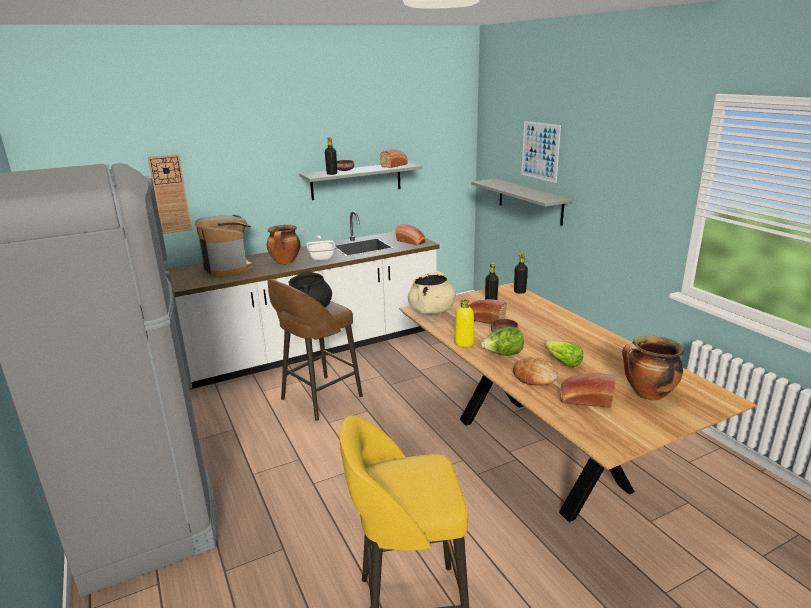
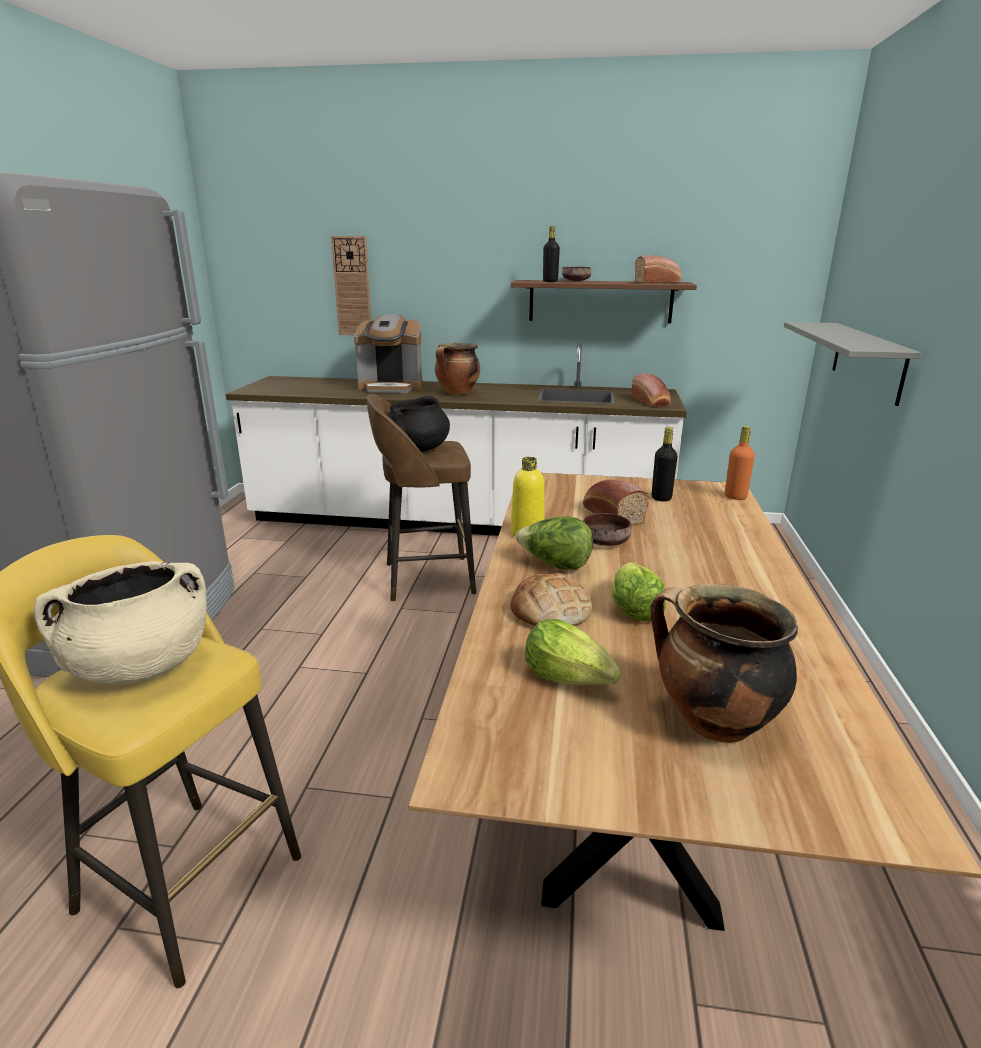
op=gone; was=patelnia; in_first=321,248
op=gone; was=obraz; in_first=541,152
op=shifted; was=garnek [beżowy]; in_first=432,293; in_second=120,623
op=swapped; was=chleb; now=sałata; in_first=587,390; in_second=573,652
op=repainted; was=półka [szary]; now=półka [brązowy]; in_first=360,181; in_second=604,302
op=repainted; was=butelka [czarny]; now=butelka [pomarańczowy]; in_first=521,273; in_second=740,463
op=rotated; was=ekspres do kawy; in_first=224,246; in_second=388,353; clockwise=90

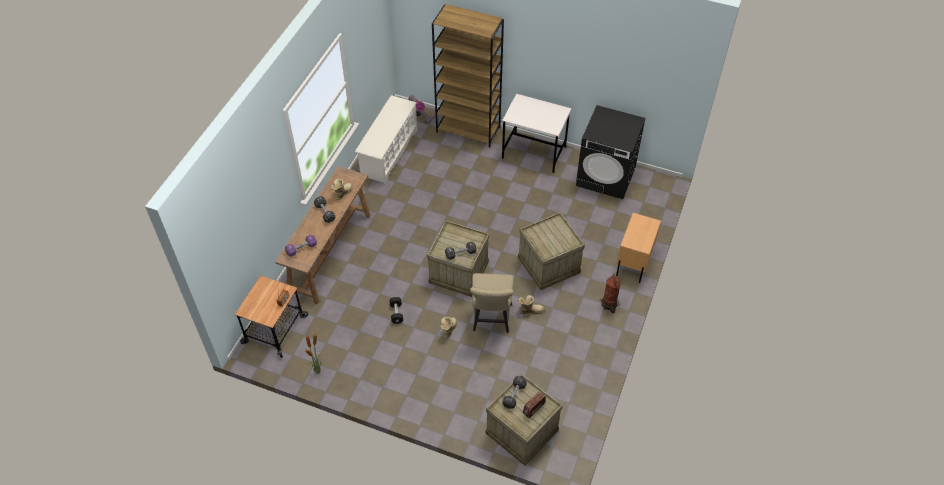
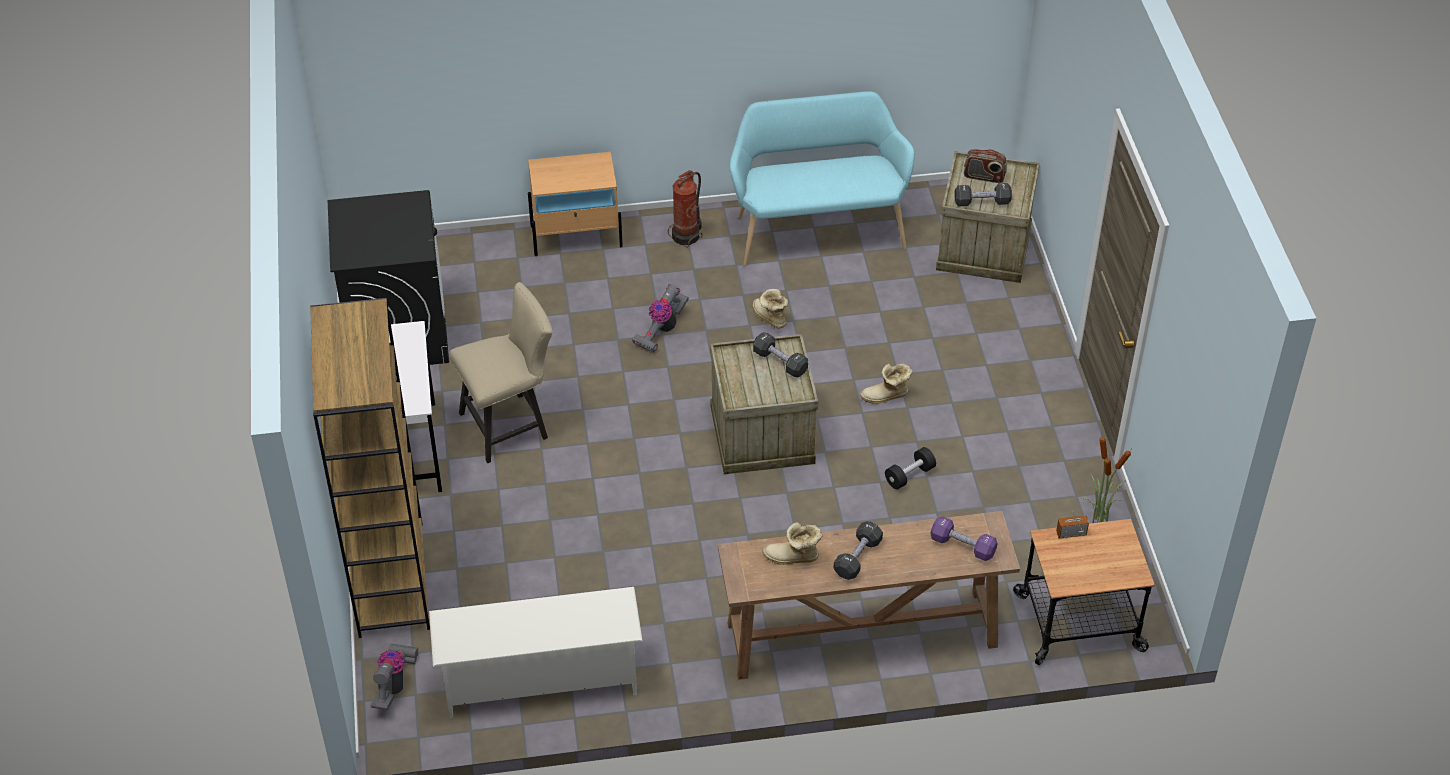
op=new; now=ławka [turkusowy]; in_second=822,178
op=shifted; was=krzesło [beżowy]; in_first=492,303; in_second=500,372
op=swapped; was=skrzynka; now=odkurzacz; in_first=551,251; in_second=660,318

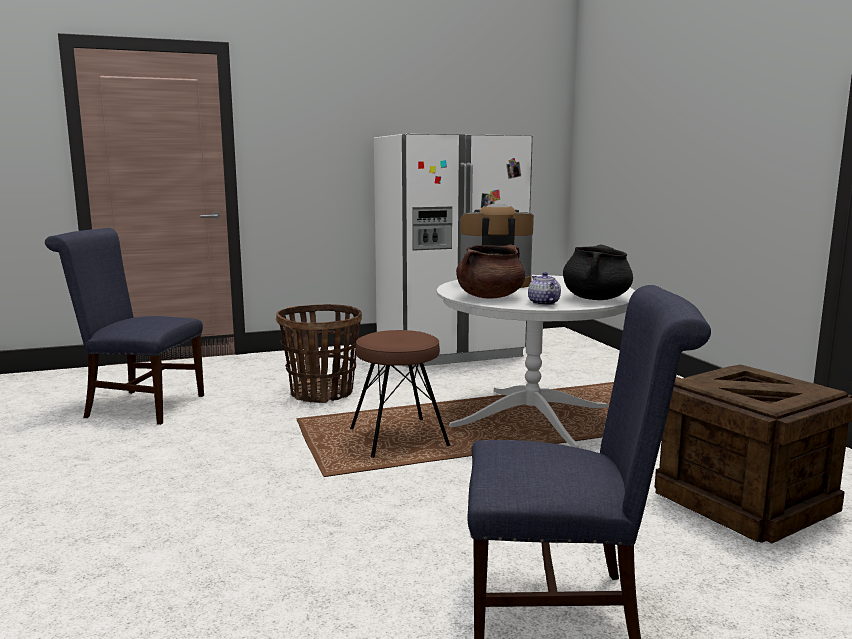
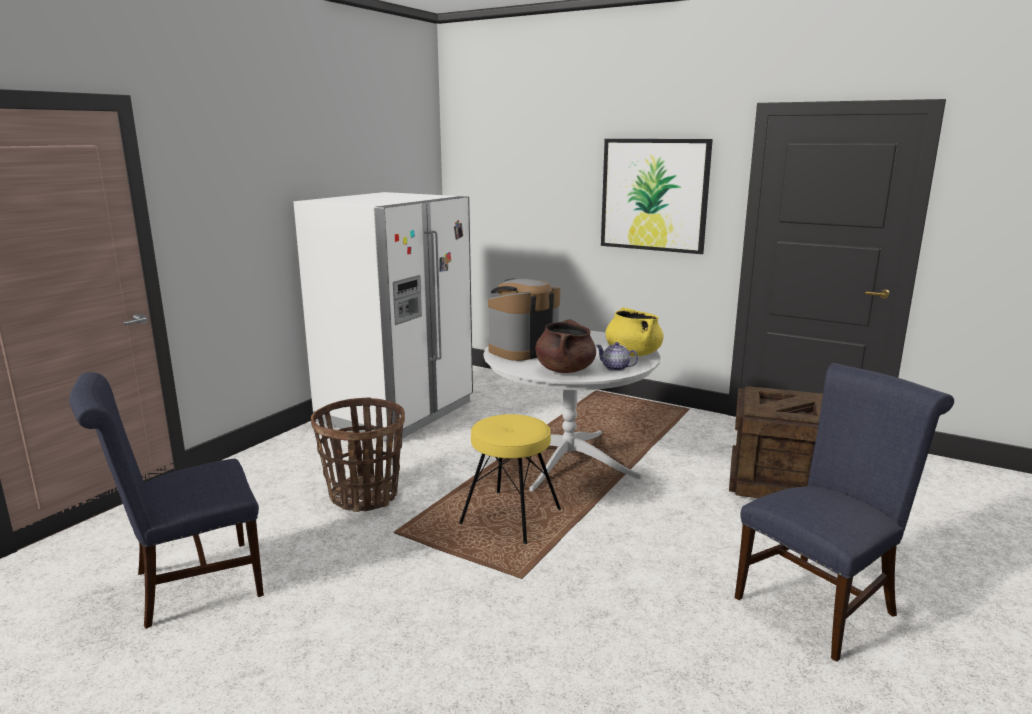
op=new; now=obraz; in_second=657,196
op=repainted; was=stołek [brązowy]; now=stołek [żółty]; in_first=400,394; in_second=510,479
op=repainted; was=garnek [czarny]; now=garnek [żółty]; in_first=598,272; in_second=634,331

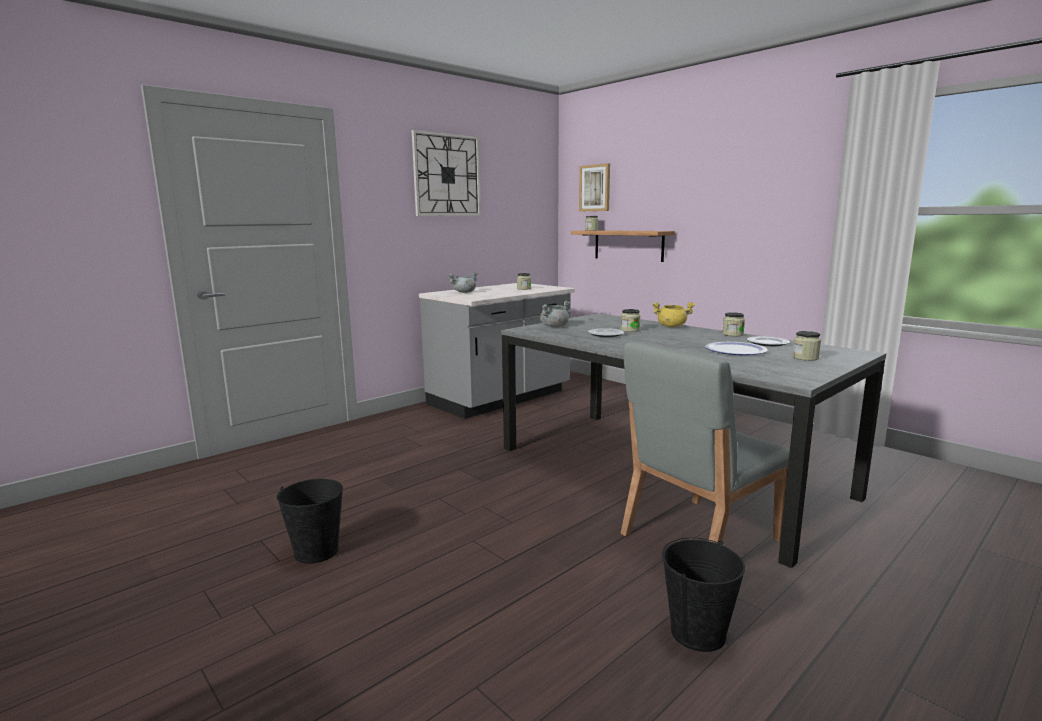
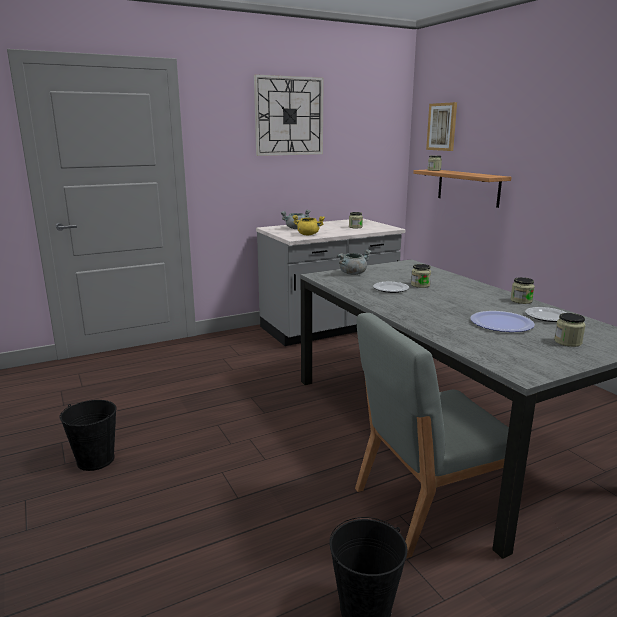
op=shifted; was=garnek [żółty]; in_first=673,314; in_second=308,225

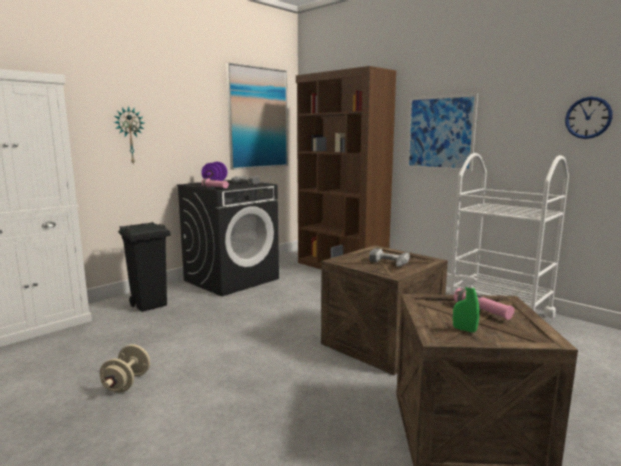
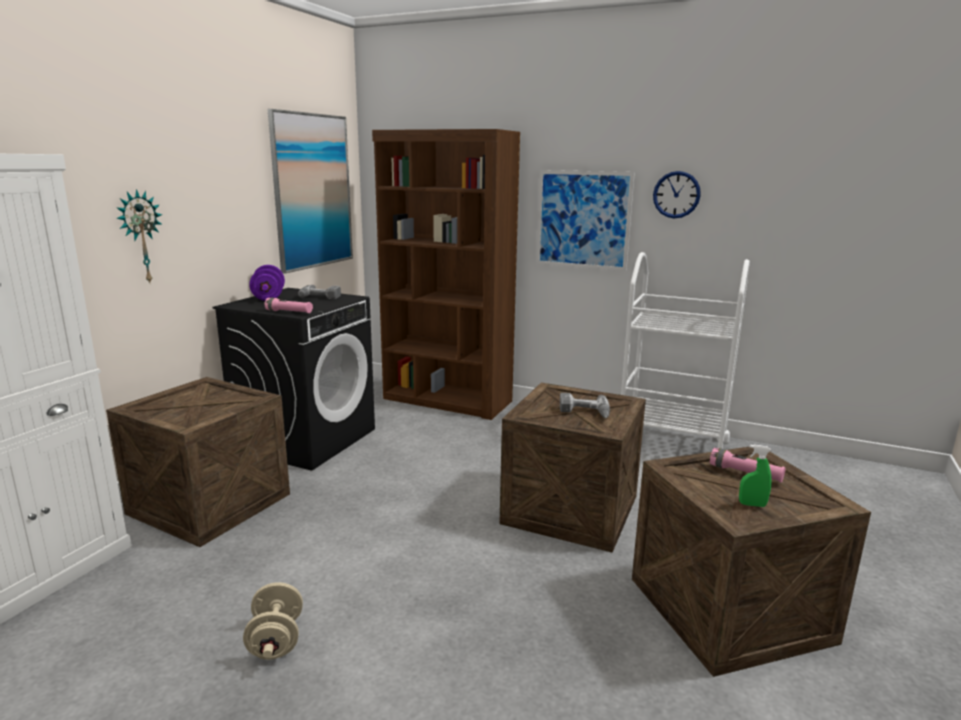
op=shifted; was=zegar ścienny; in_first=589,118; in_second=677,194
op=swapped; was=kosz na śmieci [czarny]; now=skrzynka; in_first=144,267; in_second=198,462

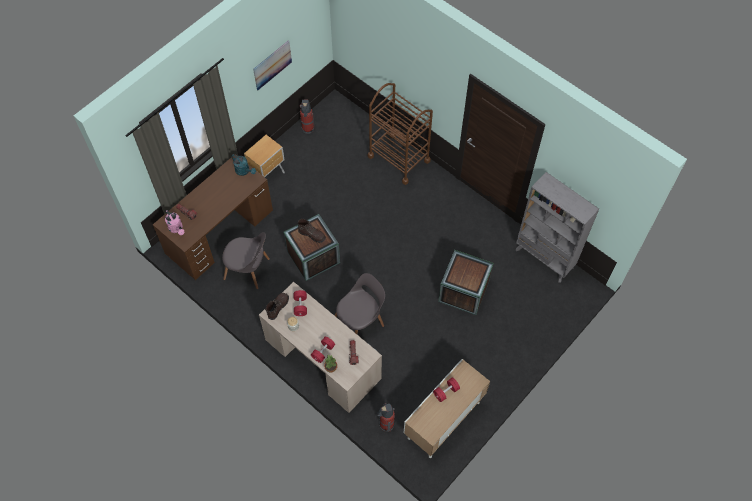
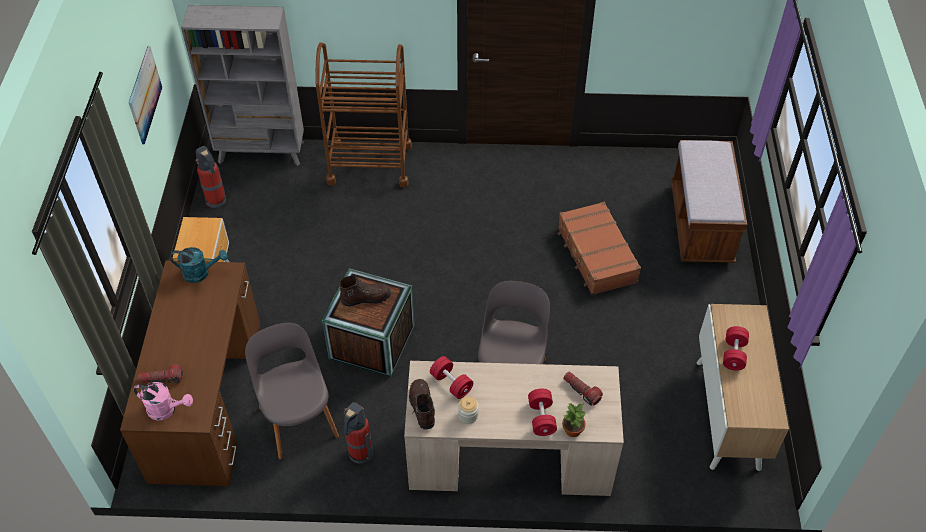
op=new; now=ławka [brązowy]; in_second=709,201
op=shifted; was=gaśnica; in_first=386,417; in_second=358,433
op=shifted; was=regał [szary]; in_first=557,227; in_second=242,85
op=swapped; was=skrzynka; now=walizka [brązowy]; in_first=466,282; in_second=599,248
op=rotated; was=krzesło [szary]; in_first=246,260; in_second=292,391; clockwise=-90

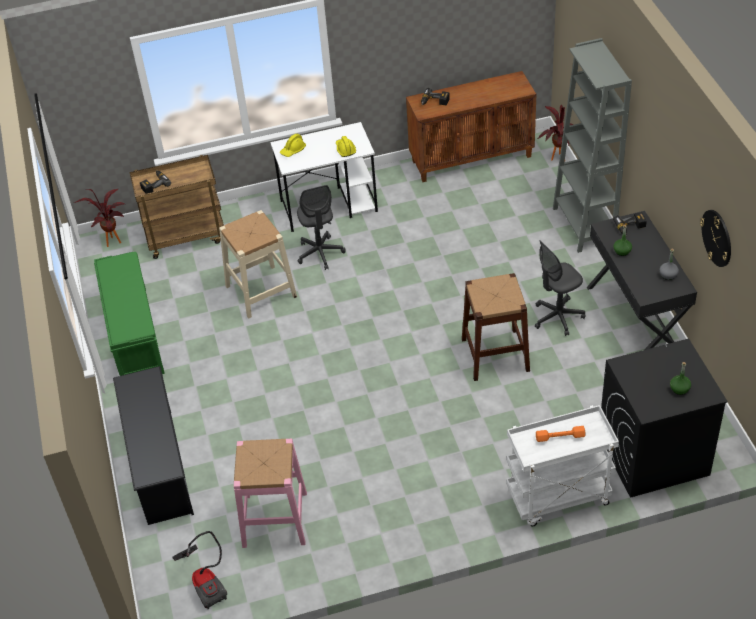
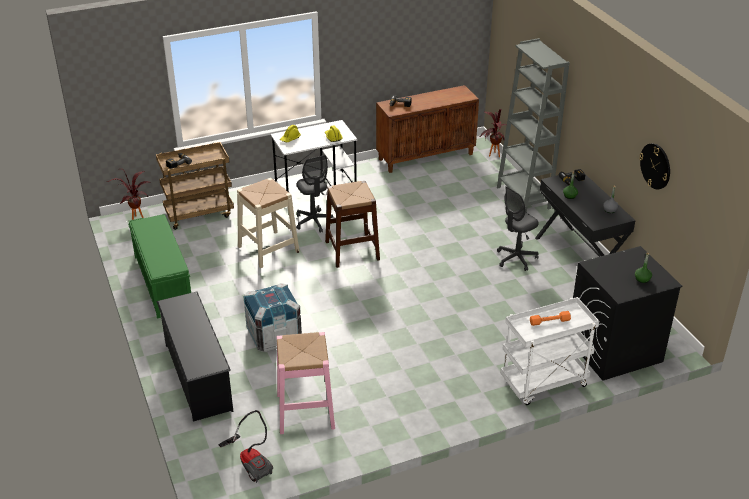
op=new; now=skrzynka; in_second=273,317
op=shifted; was=stołek [brązowy]; in_first=496,327; in_second=352,224

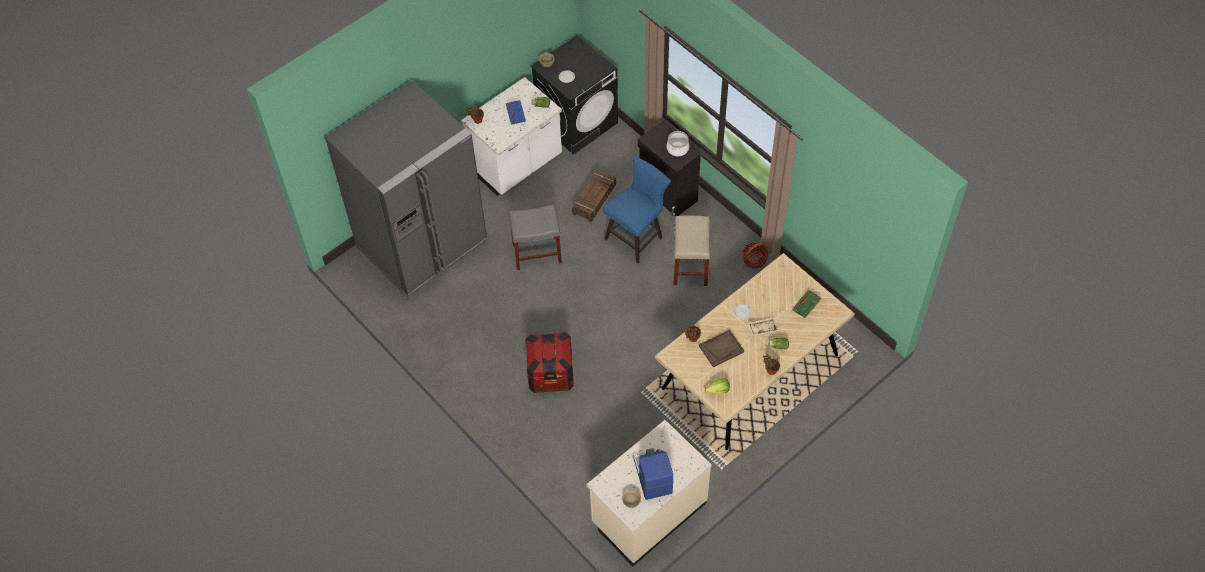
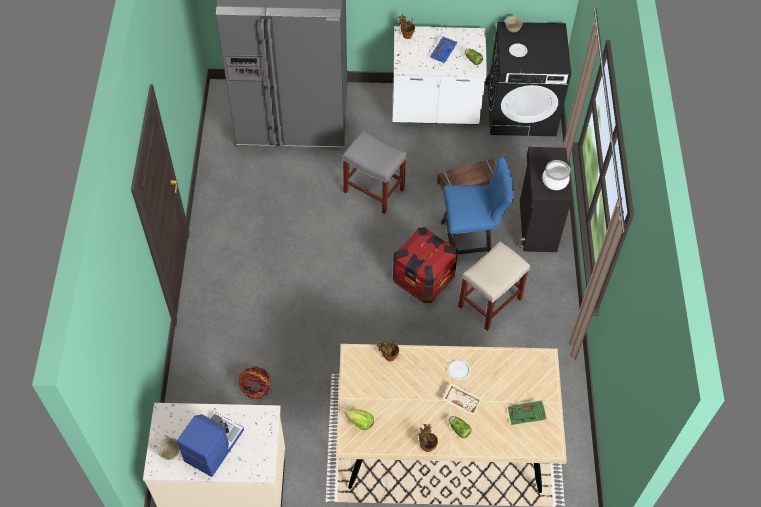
op=gone; was=taca [brązowy]; in_first=721,348
op=shifted; was=skrzynka; in_first=549,362; in_second=425,265
op=shifted; was=koszyk; in_first=755,255; in_second=254,382

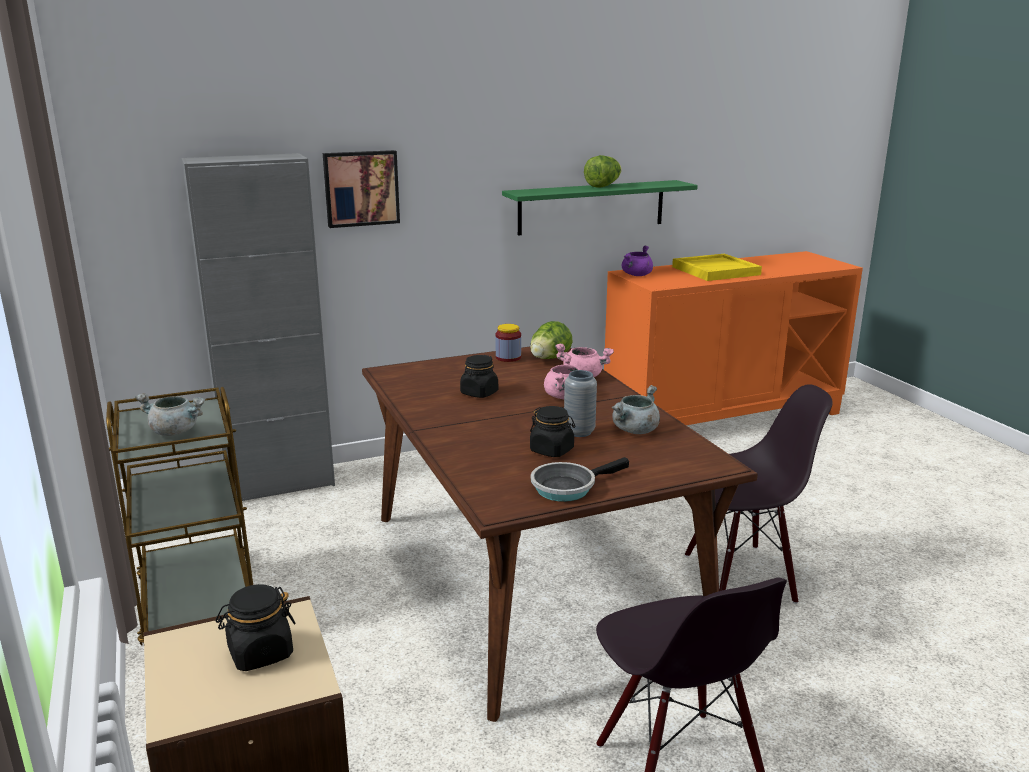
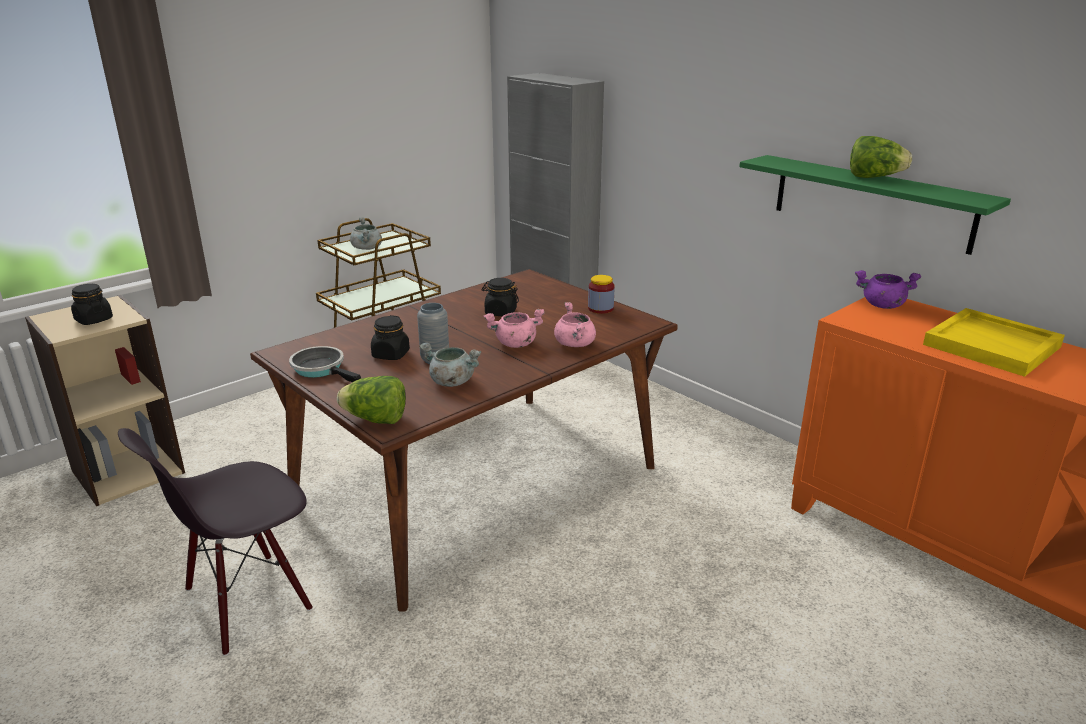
op=gone; was=obraz; in_first=361,189
op=gone; was=krzesło [czarny]; in_first=759,494
op=shifted; was=sałata; in_first=551,340; in_second=371,400

